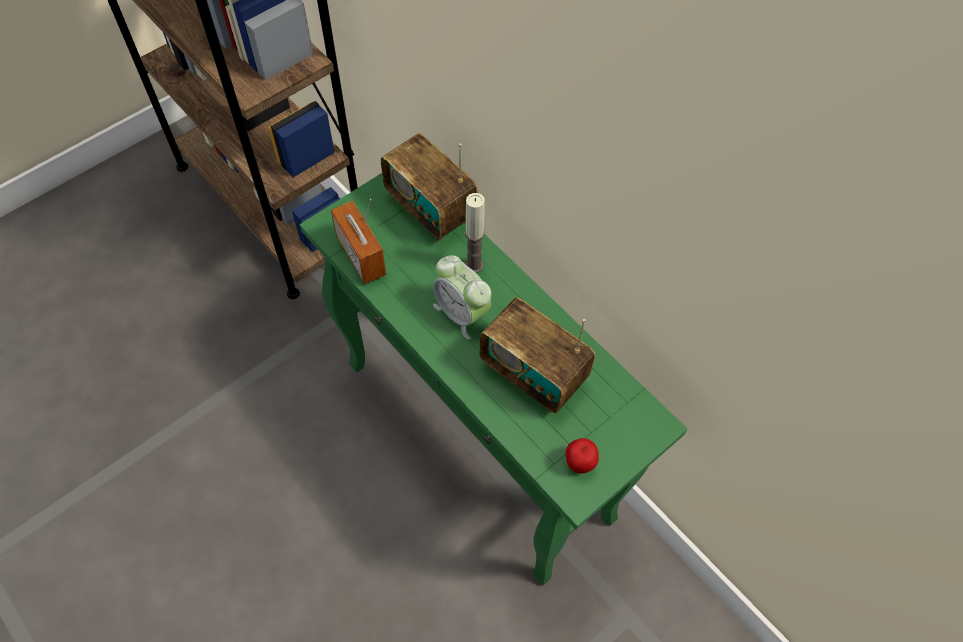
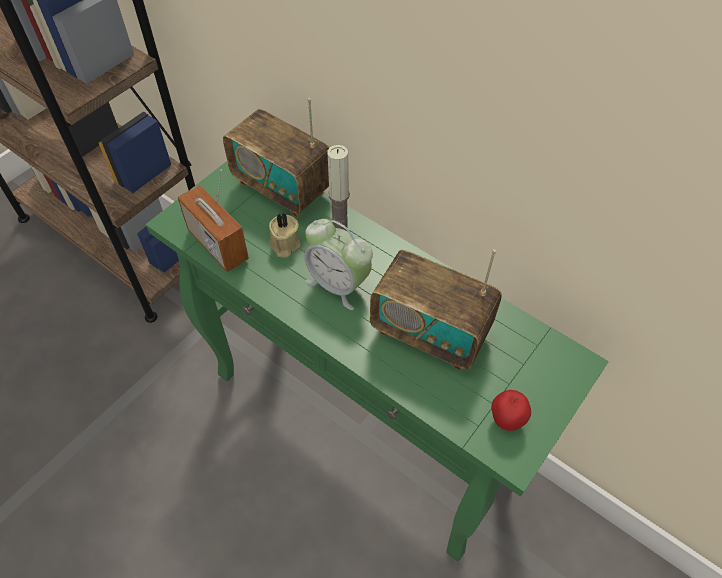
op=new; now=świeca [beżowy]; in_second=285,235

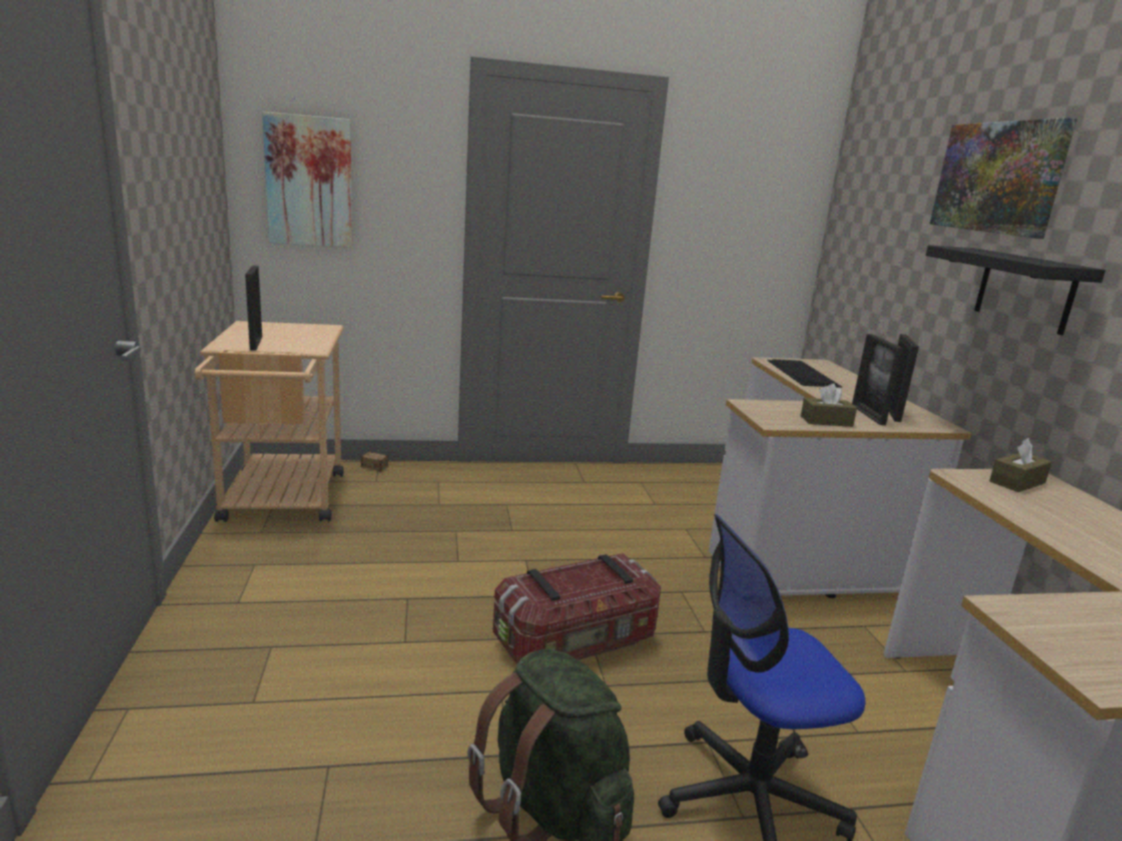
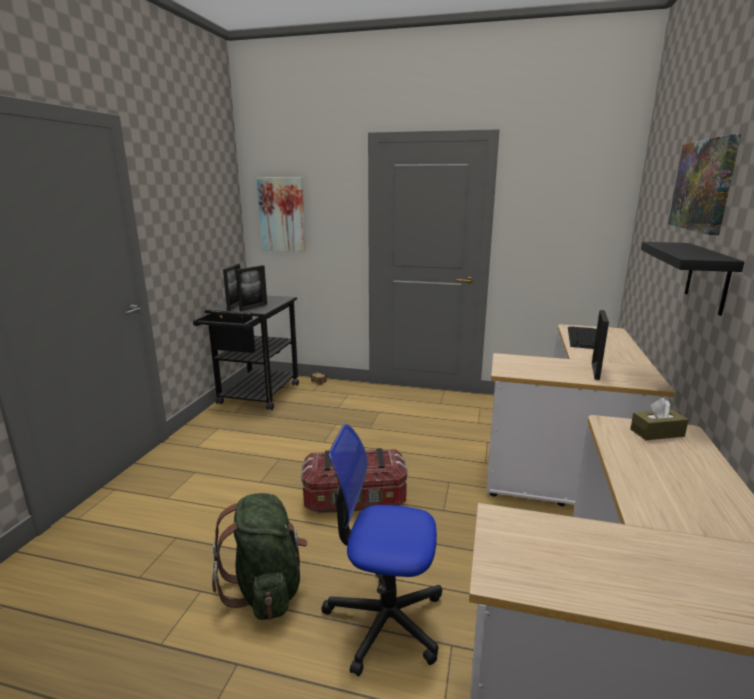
op=gone; was=pudełko chusteczek [brązowy]; in_first=829,405
op=shifted; was=ramka na zdjęcie; in_first=904,378; in_second=251,288
op=repainted; was=wózek [beżowy]; now=wózek [czarny]; in_first=269,421; in_second=246,352

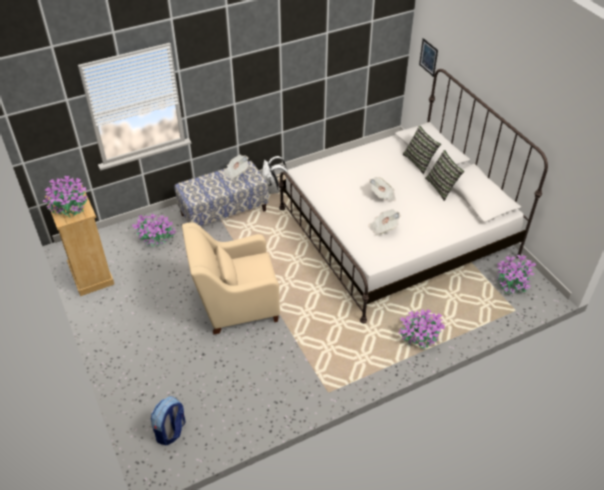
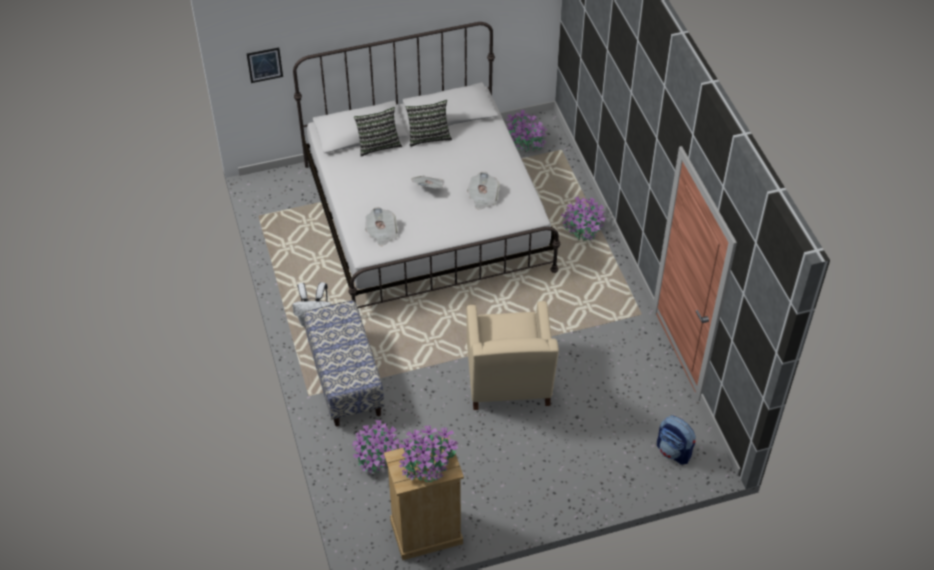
op=shifted; was=gazeta; in_first=235,167; in_second=381,226

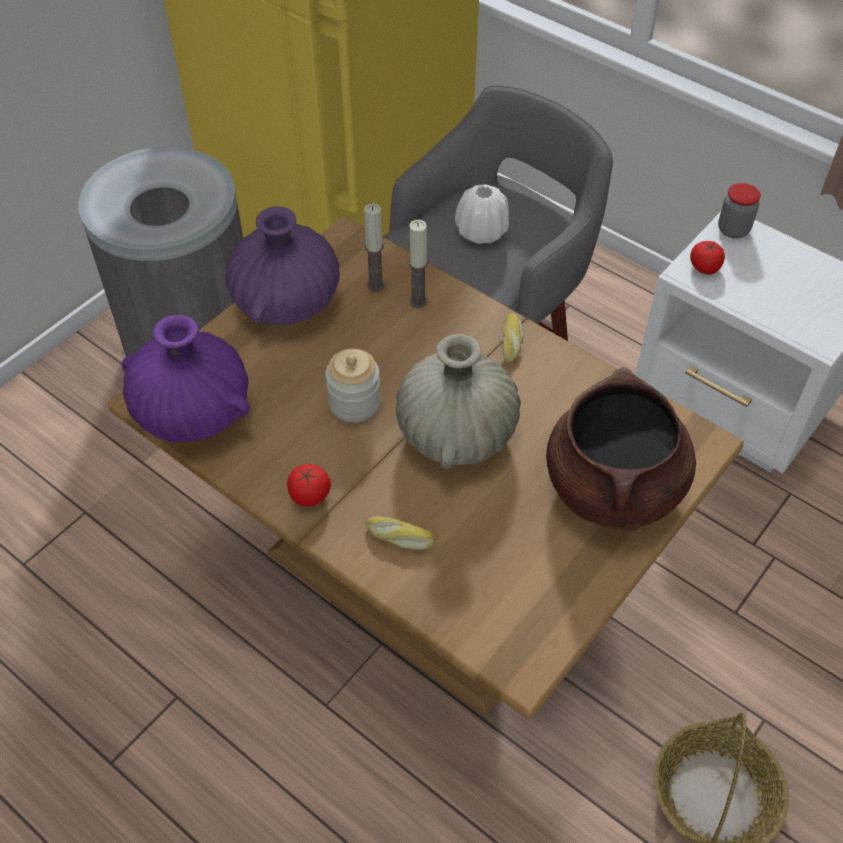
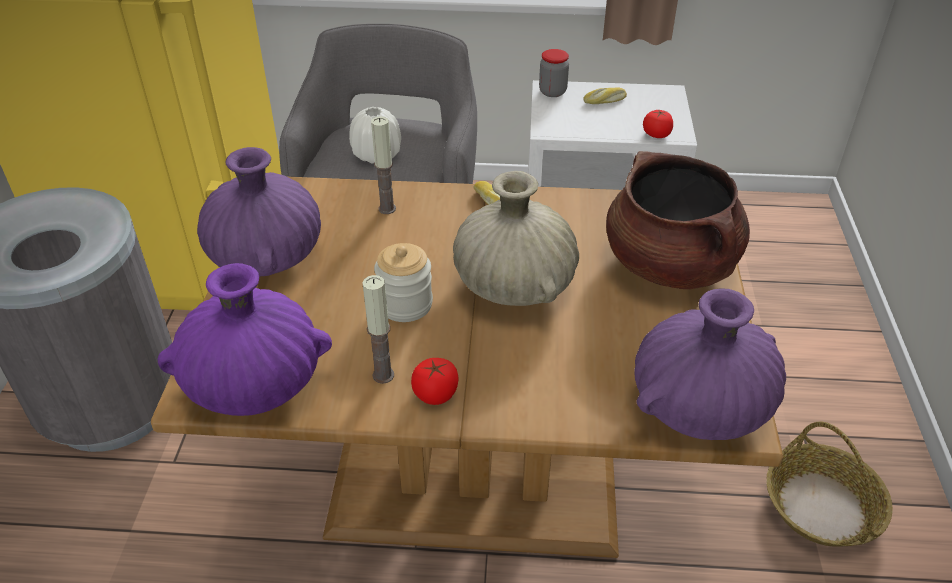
op=new; now=wazon [fioletowy]; in_second=710,364
op=shifted; was=świeca; in_first=374,248; in_second=378,329
op=shifted; was=chleb; in_first=400,533; in_second=605,95
op=shifted; was=pomidor; in_first=707,258; in_second=658,123

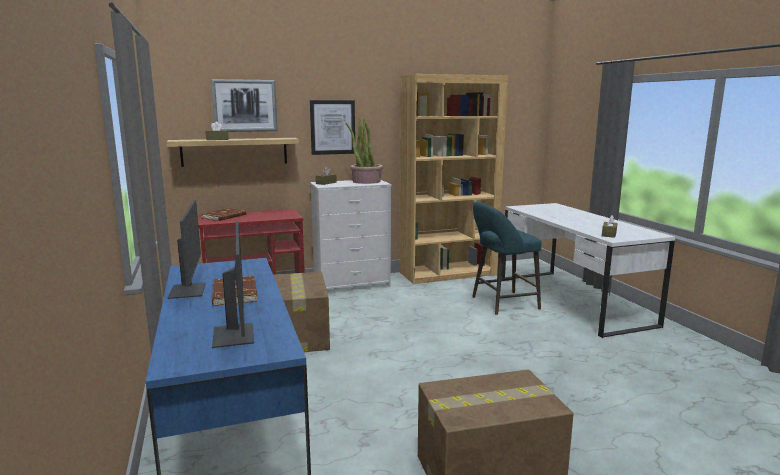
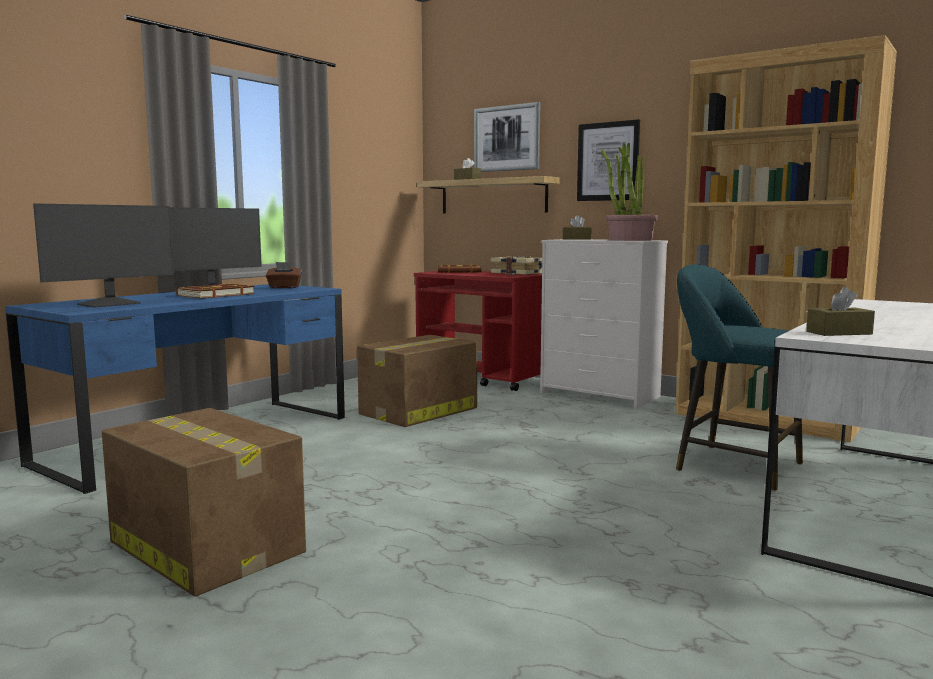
op=new; now=pudełko chusteczek [brązowy]; in_second=284,275
op=new; now=książka; in_second=516,265

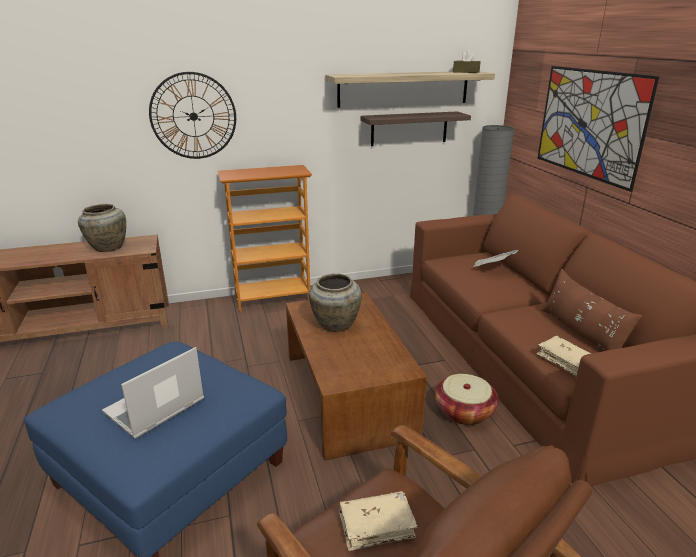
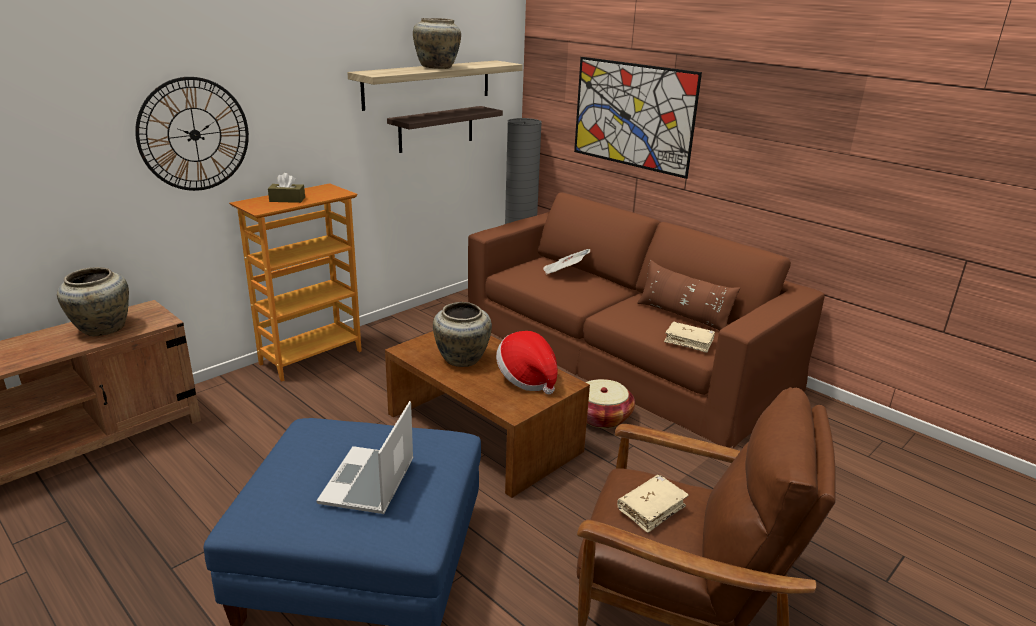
op=new; now=wazon [beżowy]; in_second=437,43
op=new; now=kapelusz; in_second=527,362
op=shifted; was=pudełko chusteczek [brązowy]; in_first=467,61; in_second=286,188

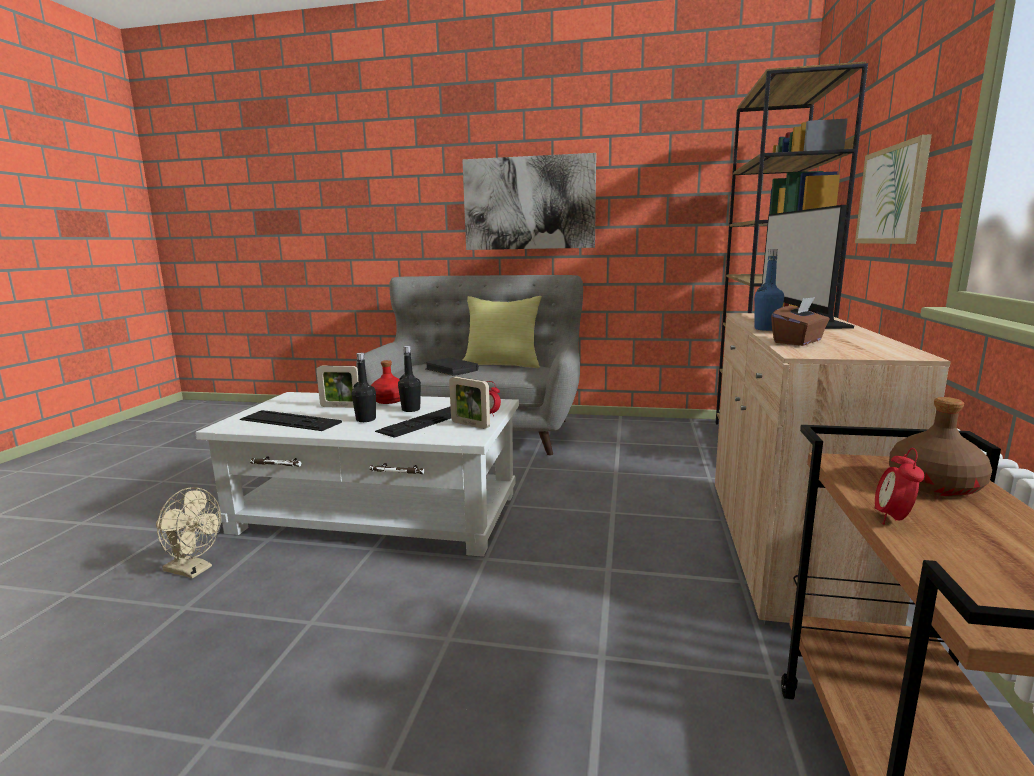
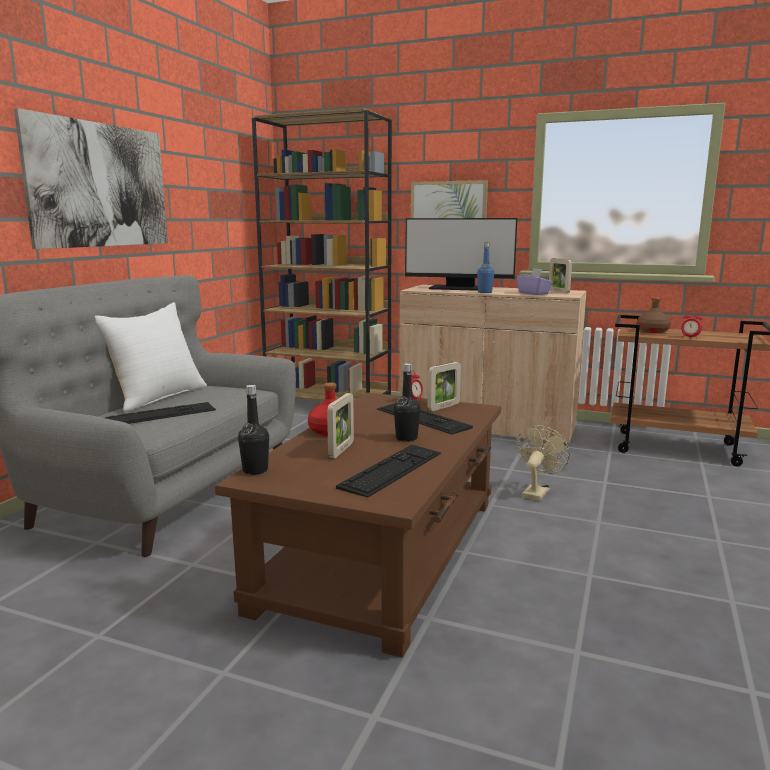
op=new; now=ramka na zdjęcie; in_second=560,275
op=shifted; was=wentylator [beżowy]; in_first=188,532; in_second=543,463
op=shifted; was=butelka [czarny]; in_first=409,379; in_second=253,430
op=swapped; was=książka [czarny]; now=klawiatura; in_first=452,367; in_second=160,413
op=repainted; was=ława [biały]; now=ława [brązowy]; in_first=357,474; in_second=358,525
op=repainted; was=poduszka [żółty]; now=poduszka [biały]; in_first=502,332; in_second=151,356
op=repainted; was=pudełko chusteczek [brązowy]; now=pudełko chusteczek [fioletowy]; in_first=800,321; in_second=535,281

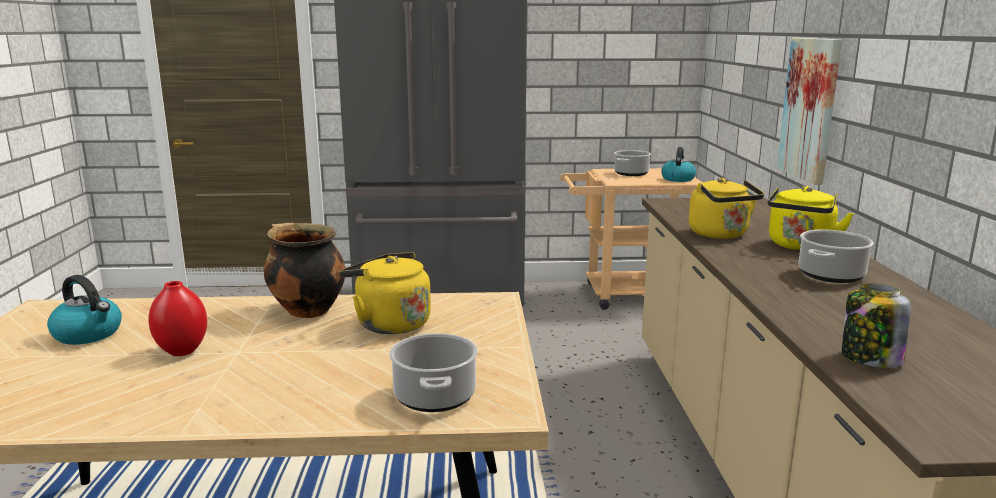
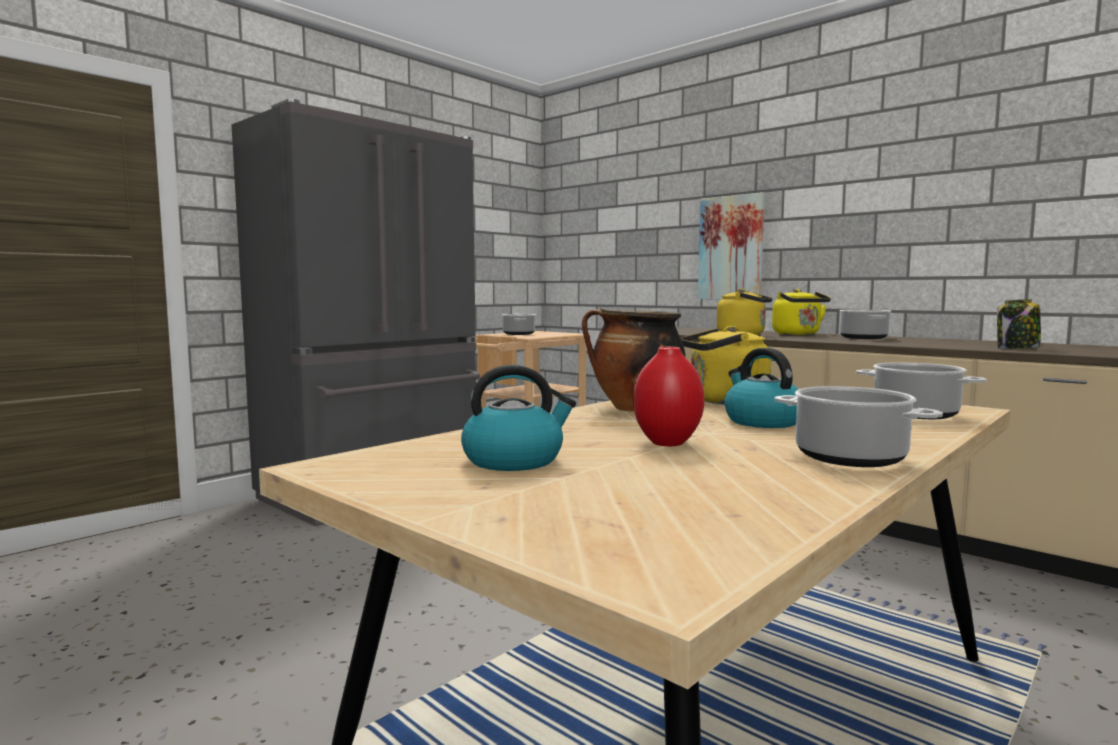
op=new; now=garnek; in_second=858,426
op=shifted; was=czajnik; in_first=678,164; in_second=761,388

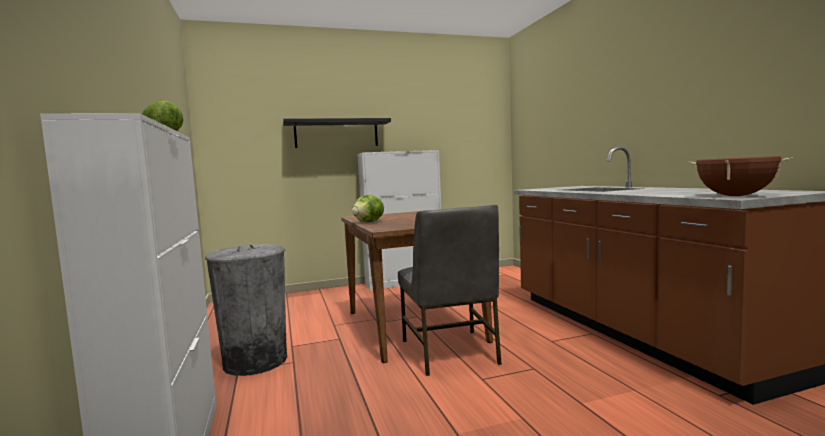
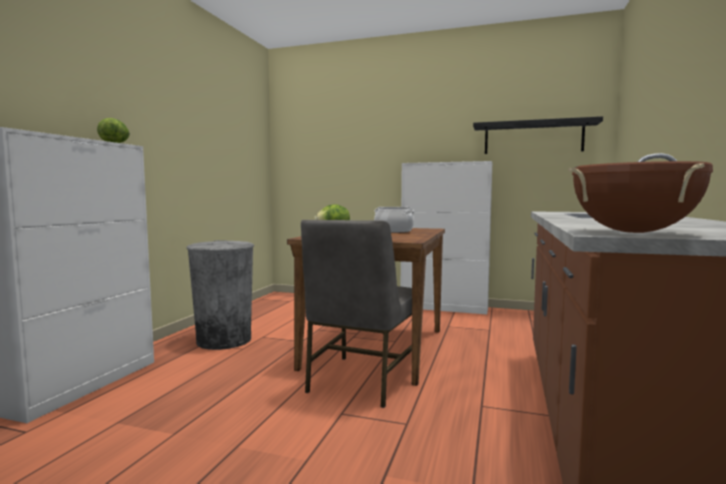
op=new; now=garnek; in_second=394,220
op=shifted; was=półka [czarny]; in_first=337,133; in_second=538,135

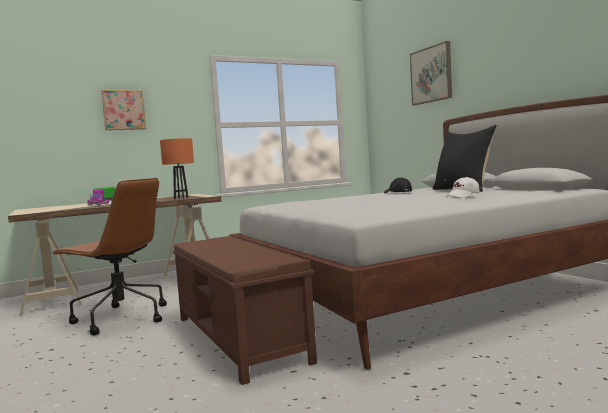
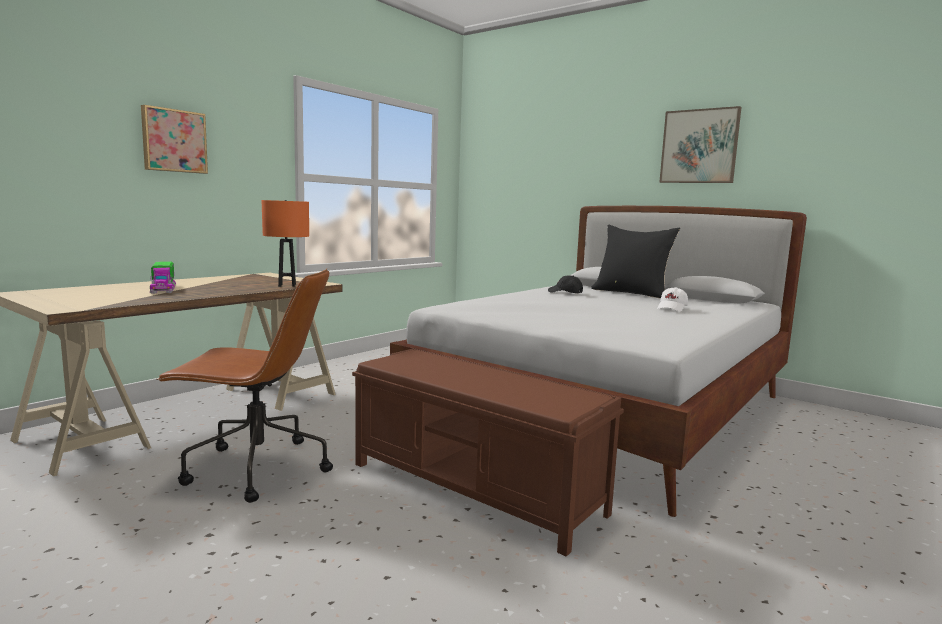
op=shifted; was=obraz; in_first=431,73; in_second=700,144

